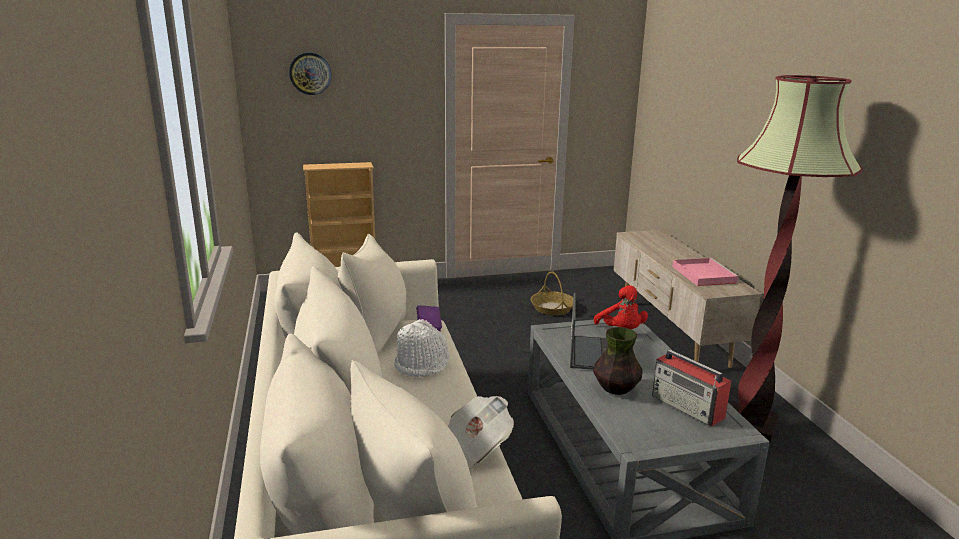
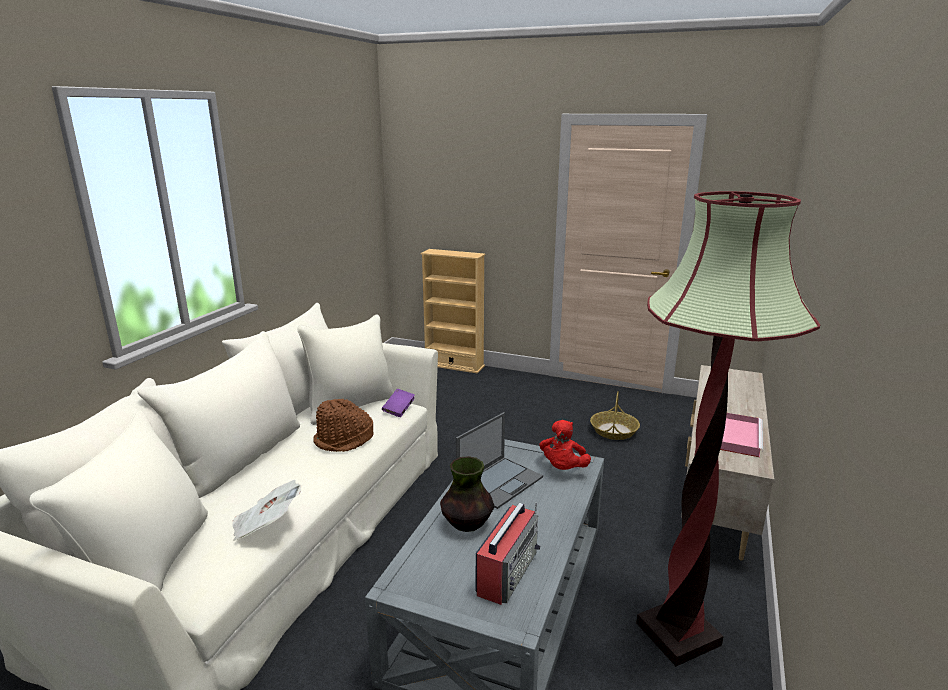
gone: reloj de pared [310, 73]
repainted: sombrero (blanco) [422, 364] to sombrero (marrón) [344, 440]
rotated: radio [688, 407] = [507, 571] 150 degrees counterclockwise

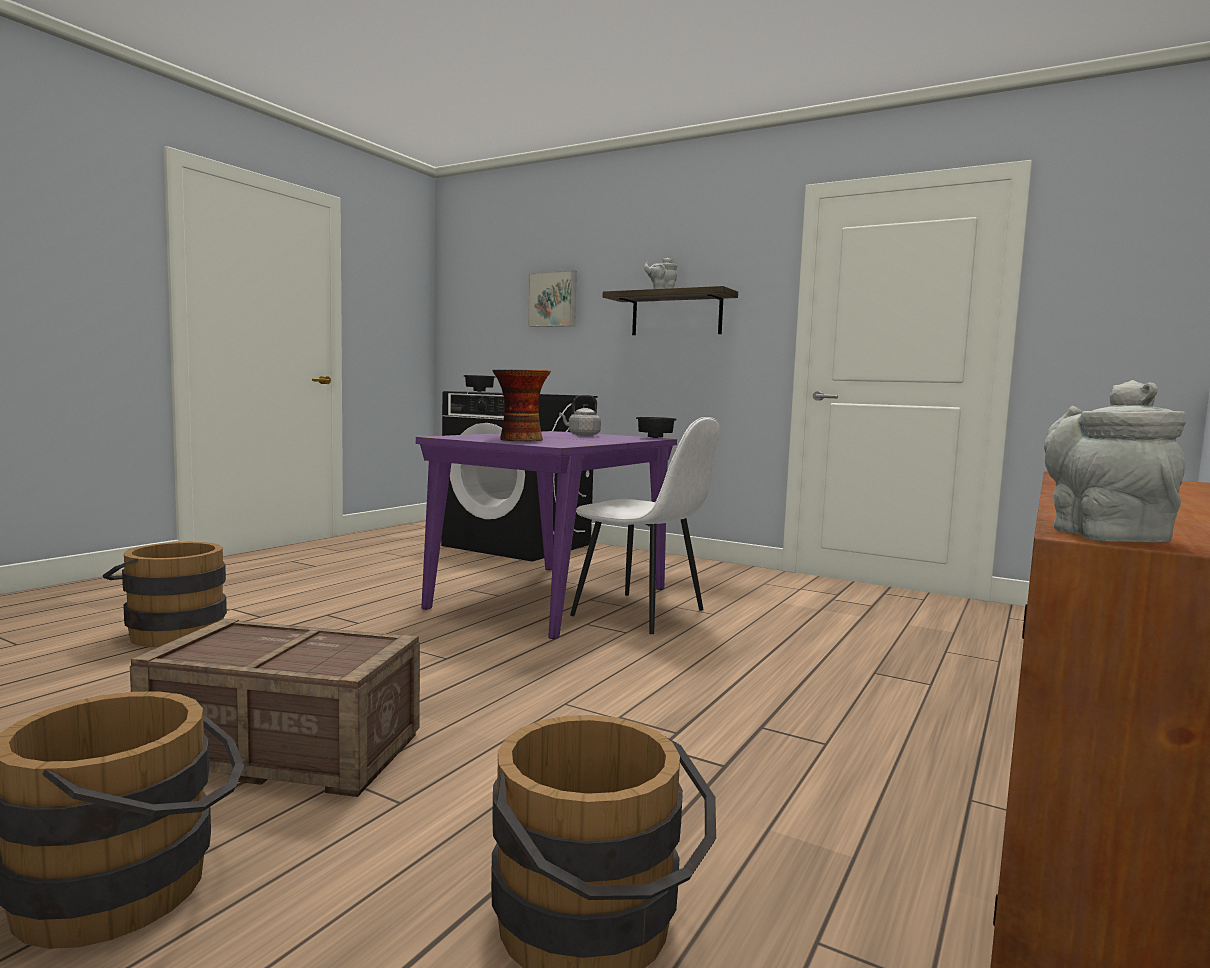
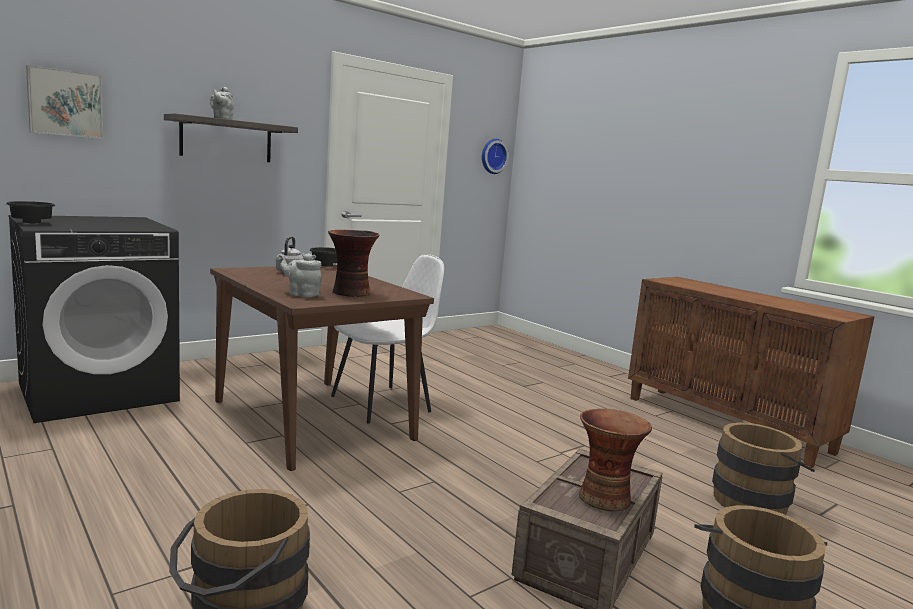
new: reloj de pared [492, 156]; florero [604, 497]
shifted: tetera (gris) [1101, 534] to [302, 294]
repainted: mesa de comedor (morado) [552, 597] to mesa de comedor (marrón) [311, 419]

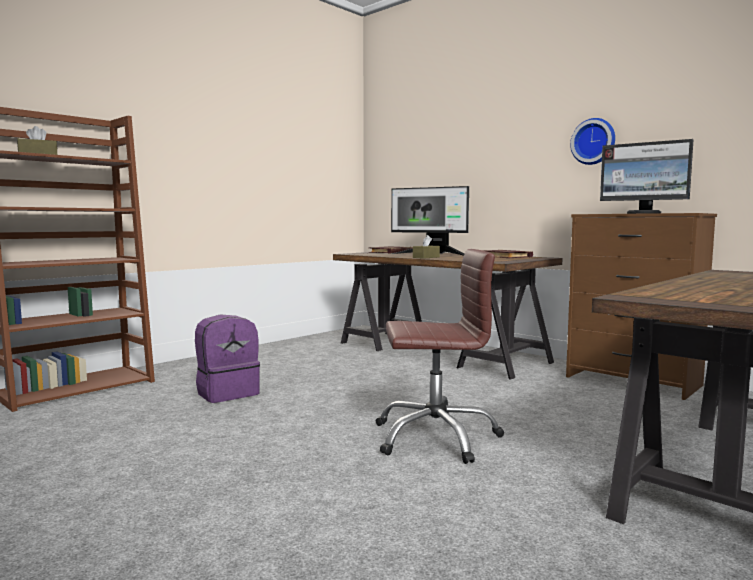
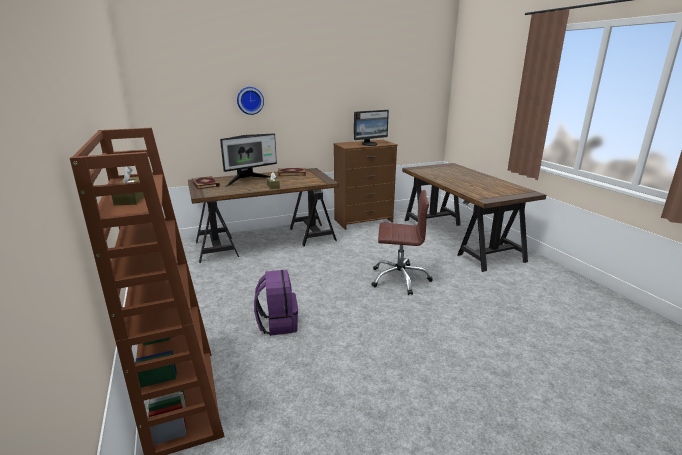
shifted: reloj de pared [594, 141] to [250, 100]
rotated: silla de oficina (marrón) [435, 437] = [399, 278] 75 degrees clockwise

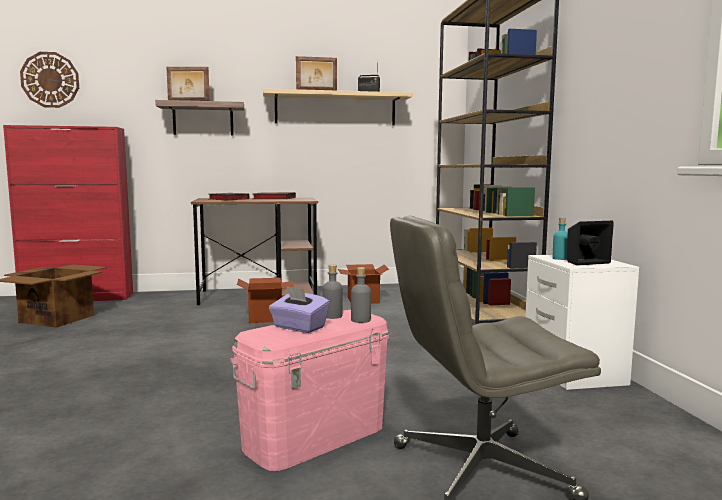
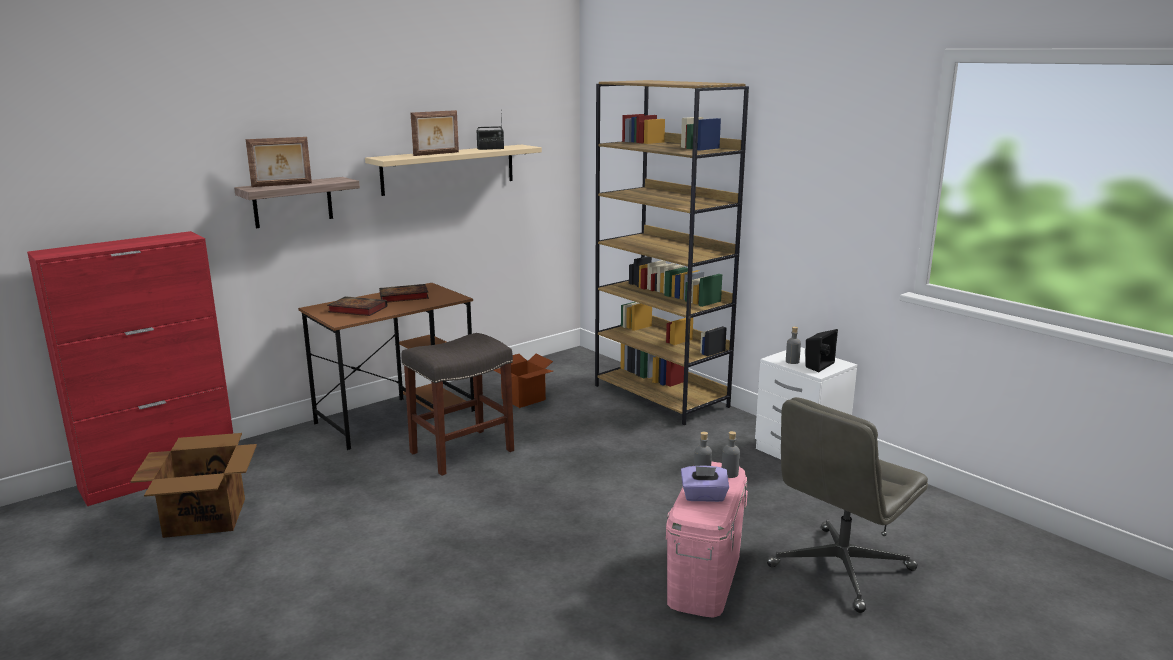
gone: reloj de pared [50, 80]
swapped: caja de cartón [265, 318] to taburete (gris) [461, 452]
repainted: botella (turquesa) [560, 258] to botella (gris) [792, 361]

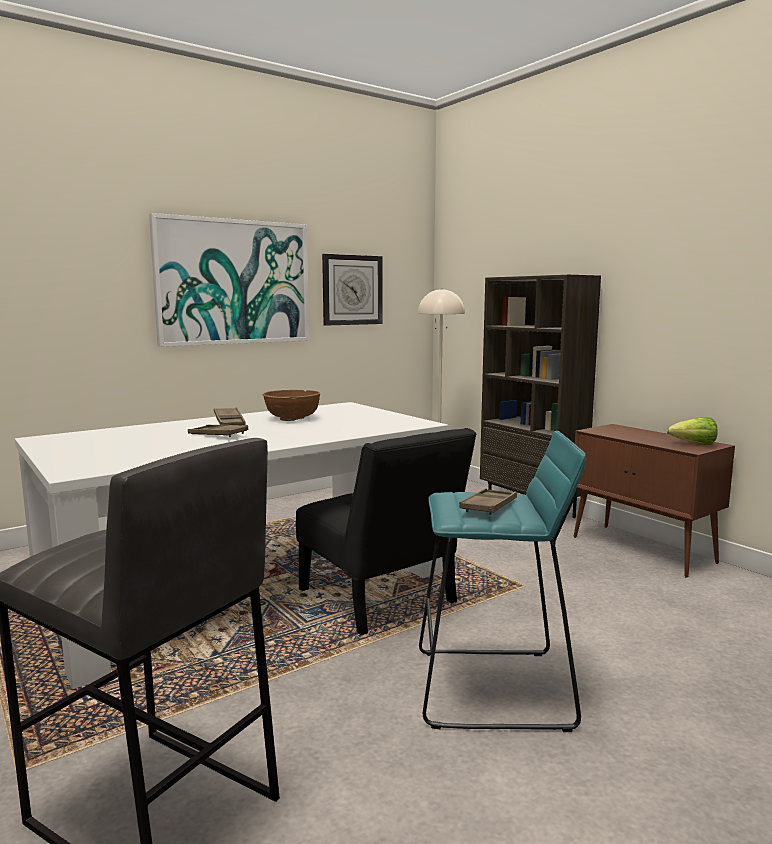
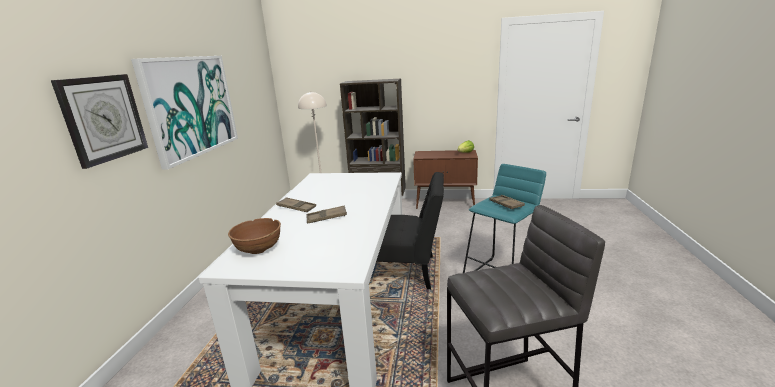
shifted: reloj de pared [352, 290] to [103, 118]; cuenco (marrón) [292, 419] to [258, 248]

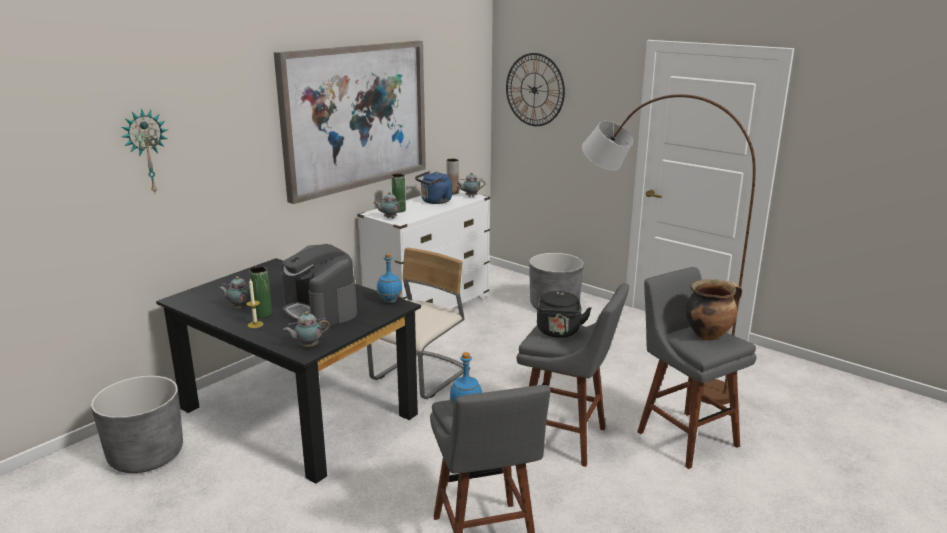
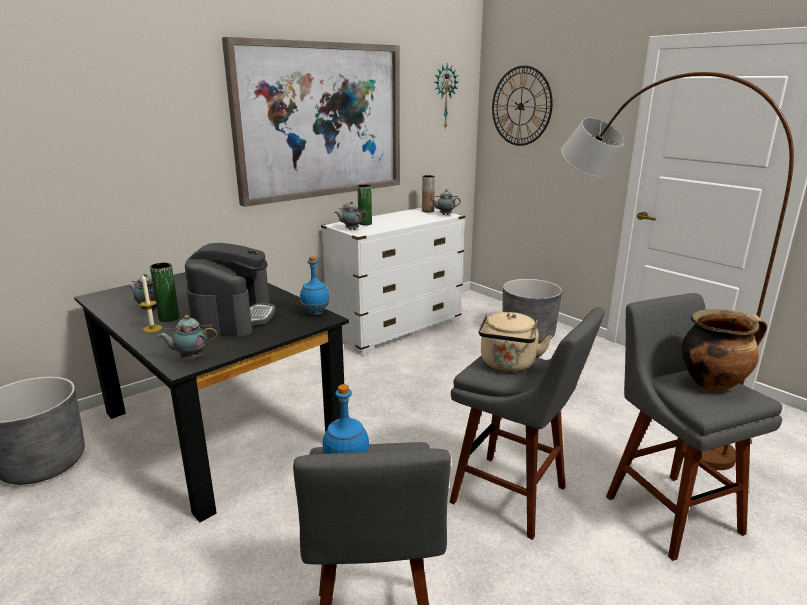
gone: hervidor (azul) [434, 201]; silla (beis) [421, 376]
shifted: reloj de pared [146, 151] to [444, 96]
repainted: hervidor (negro) [558, 332] to hervidor (beis) [508, 365]
rotated: cafetera [320, 310] = [234, 317] 150 degrees counterclockwise

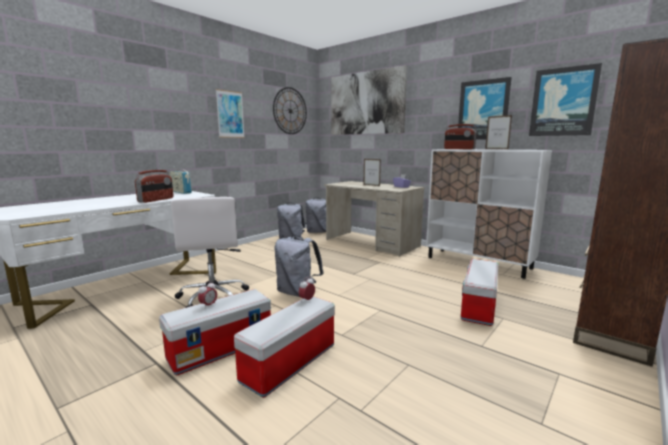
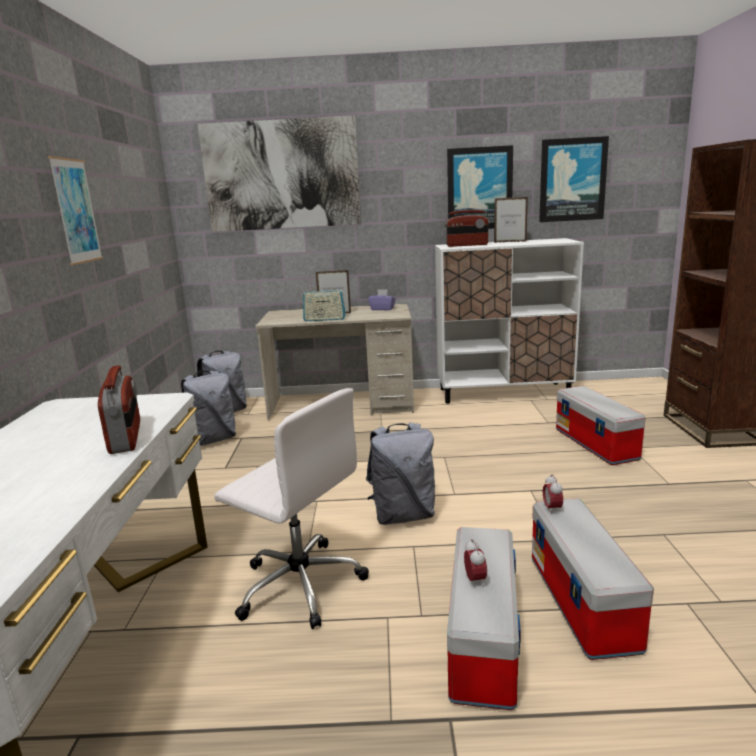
gone: reloj de pared [290, 111]
shifted: radio [181, 192] to [324, 319]

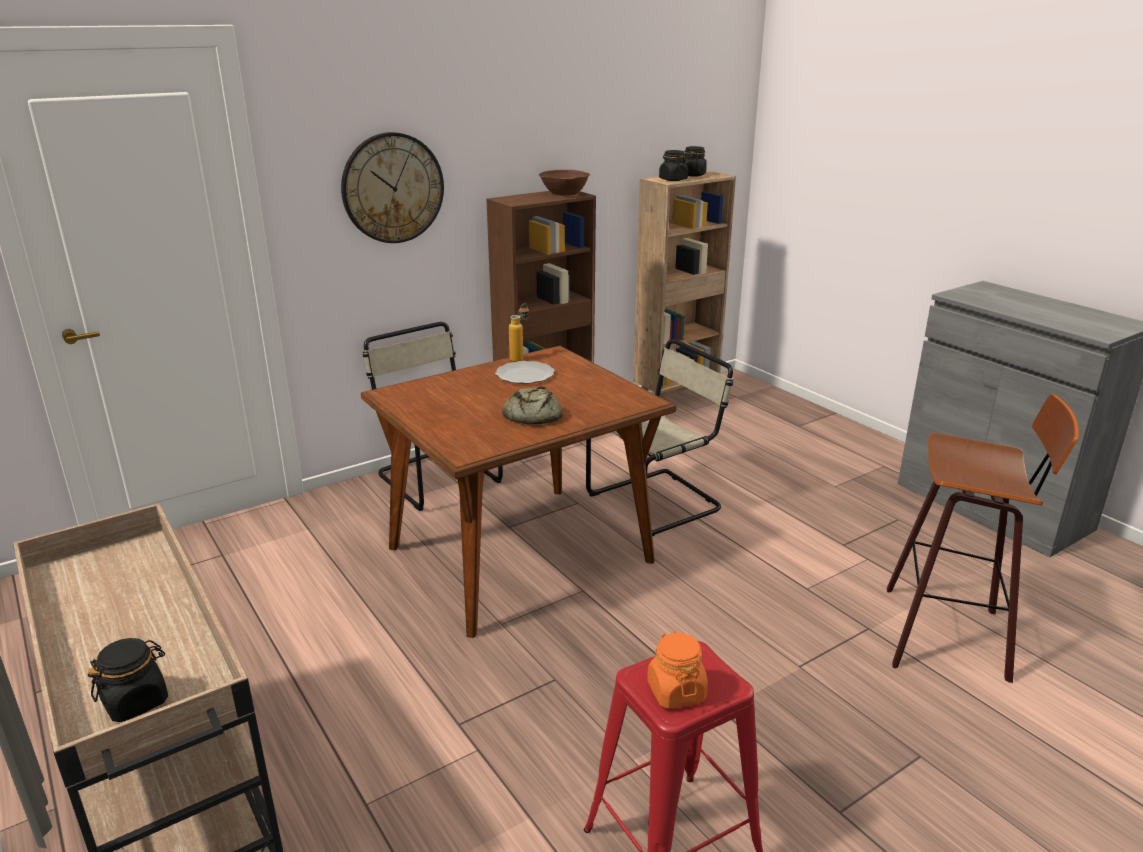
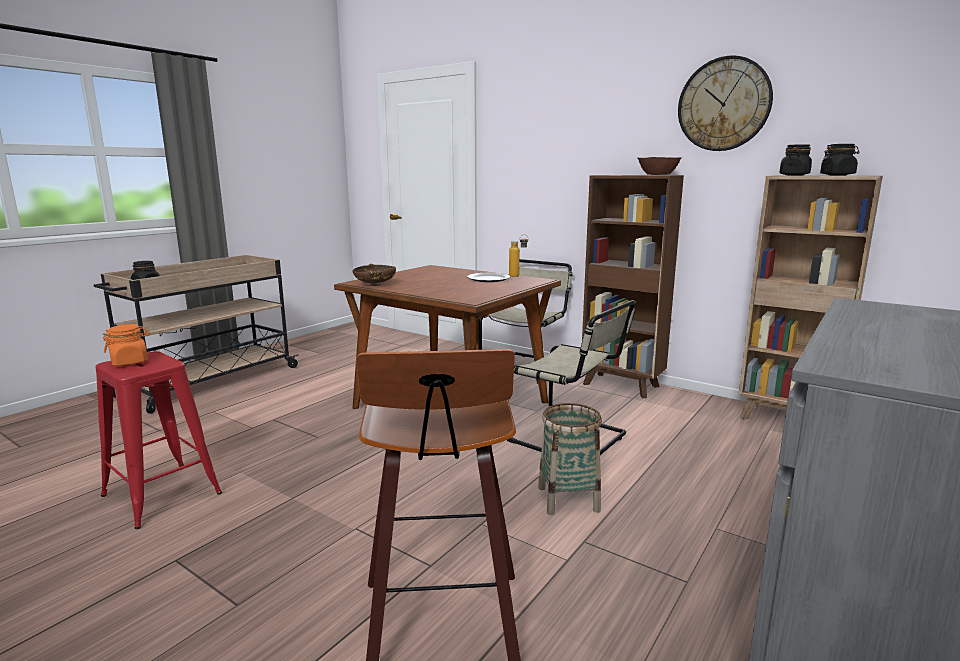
gone: pan [531, 415]
new: cuenco (marrón) [375, 285]; cesta [568, 499]
shifted: reloj de pared [392, 188] to [724, 104]

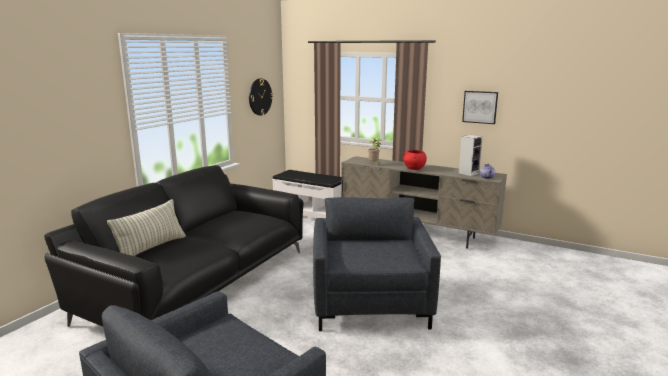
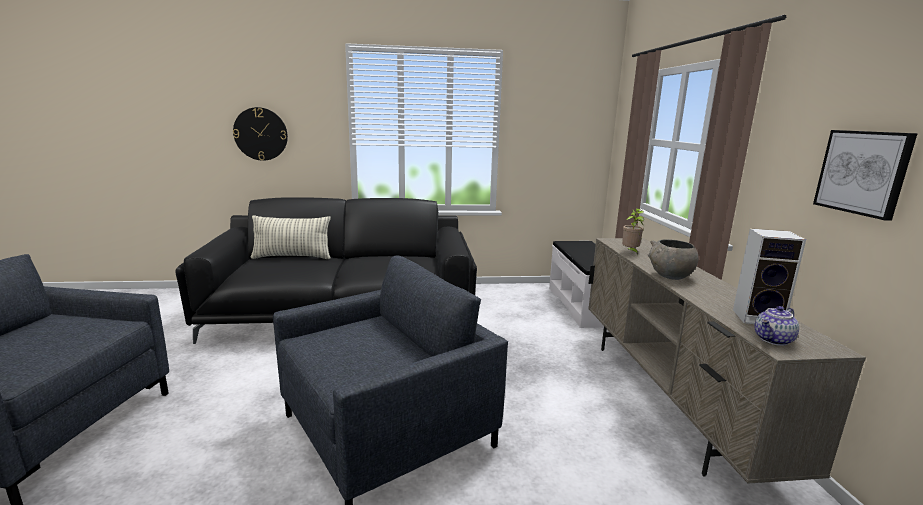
shifted: reloj de pared [260, 97] to [261, 134]
repainted: cuenco (rojo) [414, 169] to cuenco (gris) [670, 276]

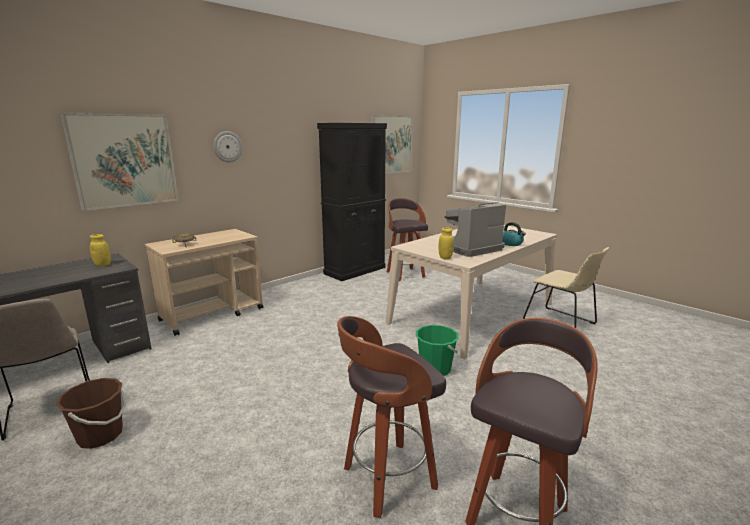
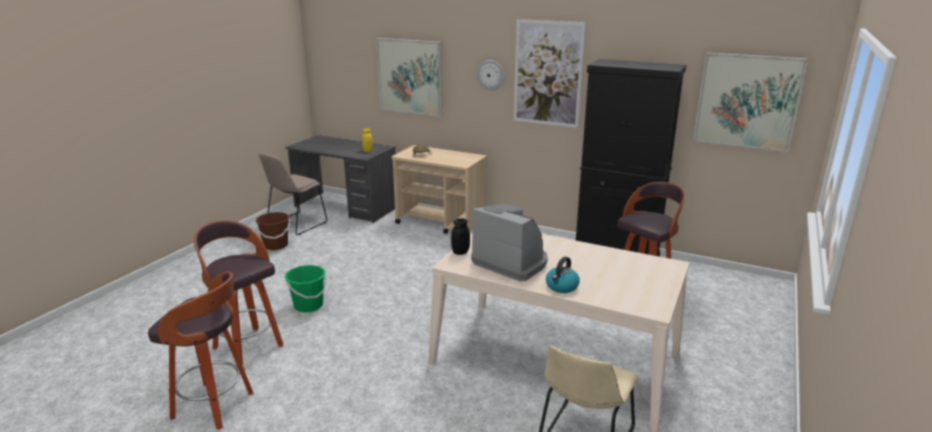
new: cuadro [548, 73]
shifted: cubo (verde) [435, 369] to [308, 305]
repainted: tarro (amarillo) [445, 258] to tarro (negro) [460, 252]

